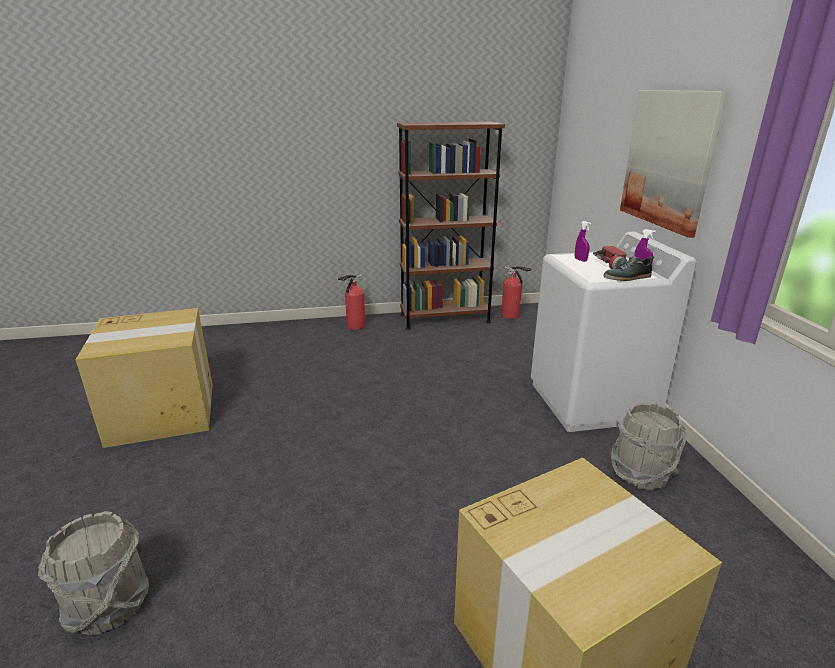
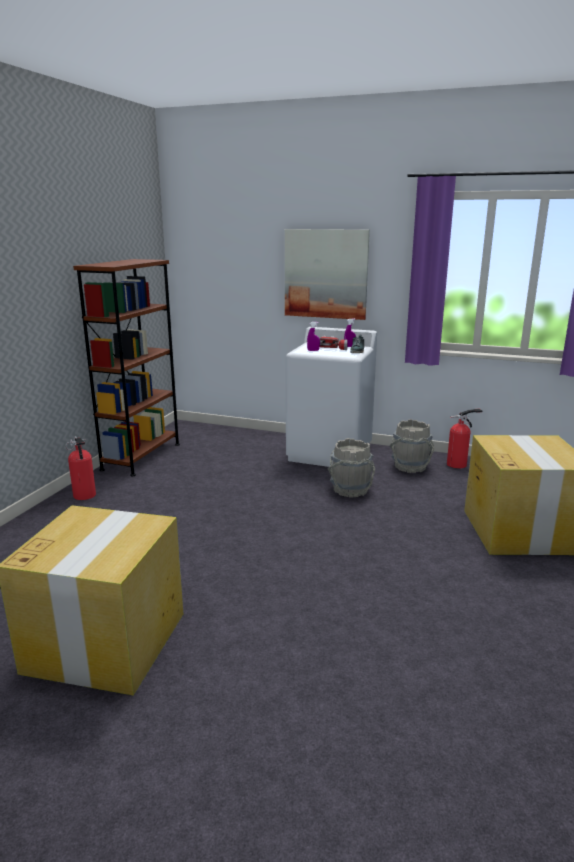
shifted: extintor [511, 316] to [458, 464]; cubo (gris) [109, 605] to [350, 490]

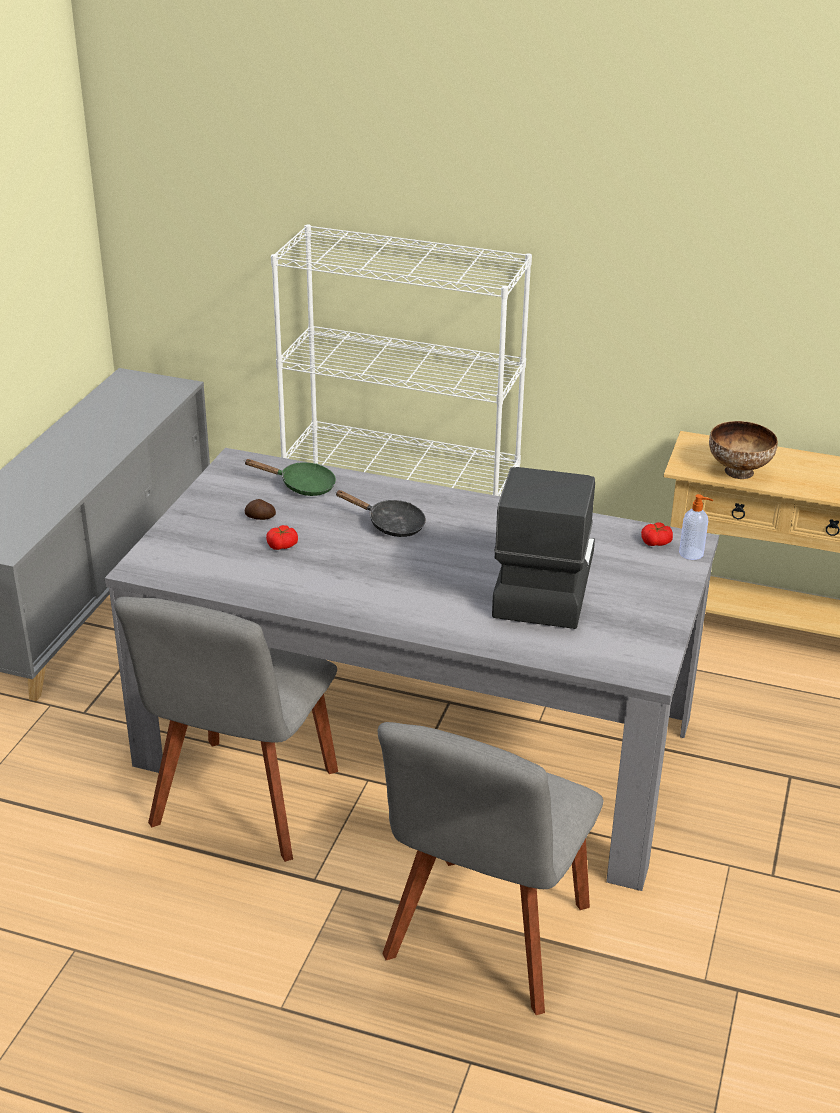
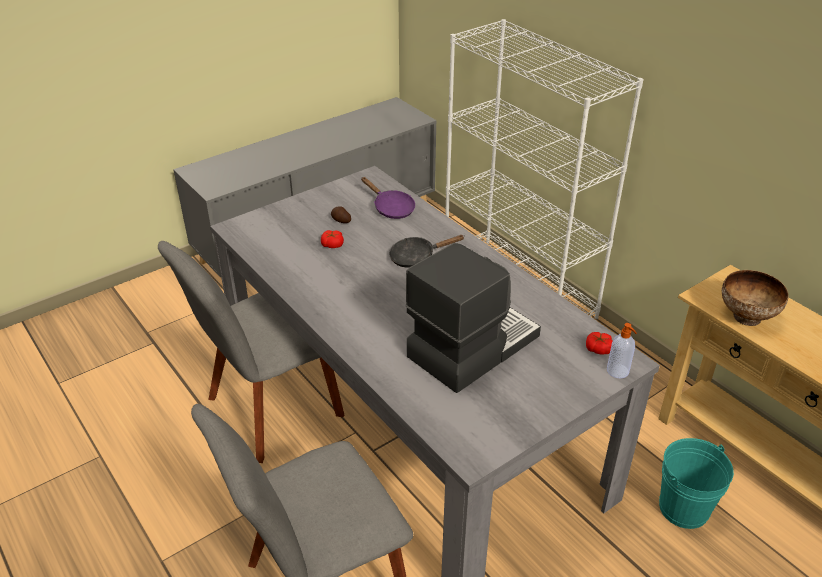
new: cubo (turquesa) [684, 508]
repainted: sartén (verde) [302, 486] to sartén (morado) [391, 208]
rotated: sartén (negro) [390, 524] = [416, 257] 105 degrees clockwise

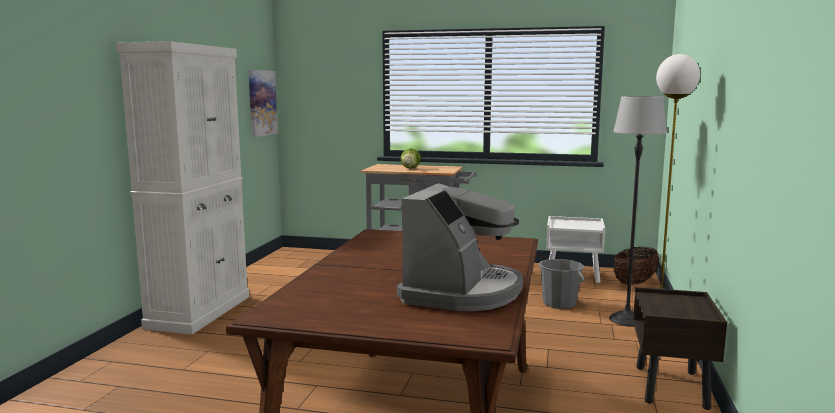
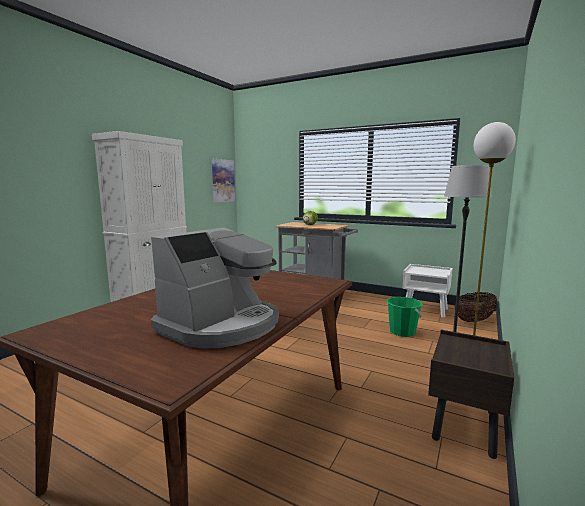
repainted: cubo (gris) [559, 304] to cubo (verde) [402, 332]

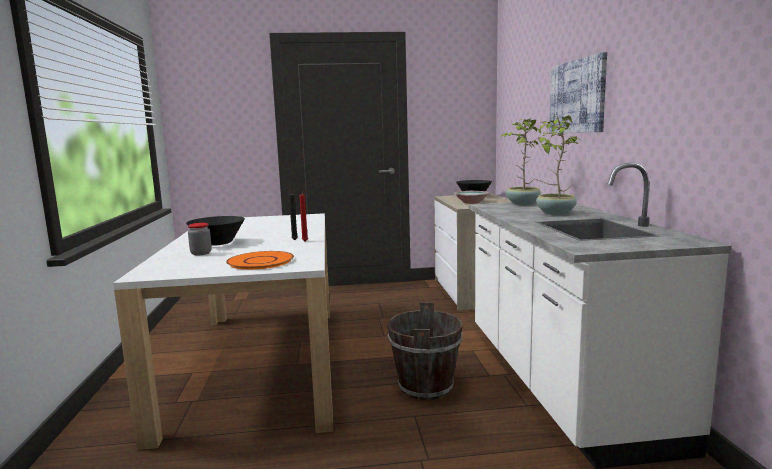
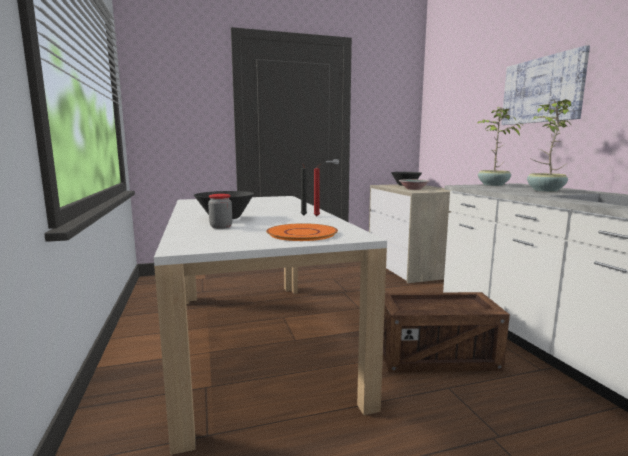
swapped: cubo (marrón) [426, 387] to caja de embalaje [436, 356]

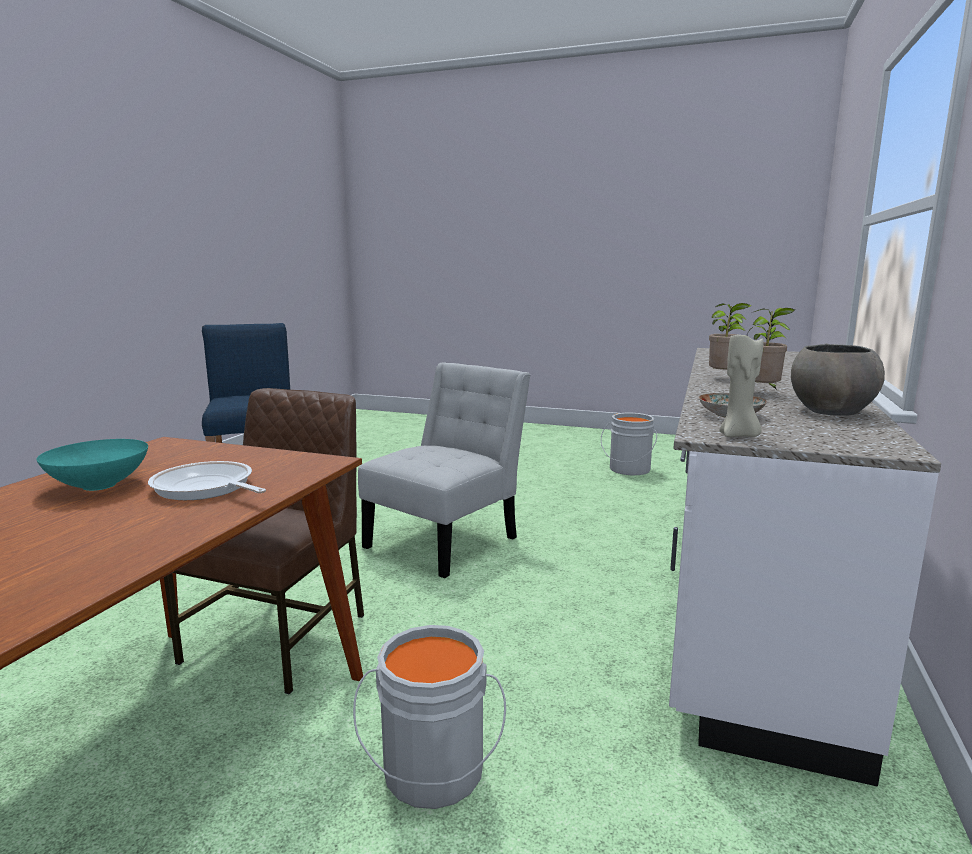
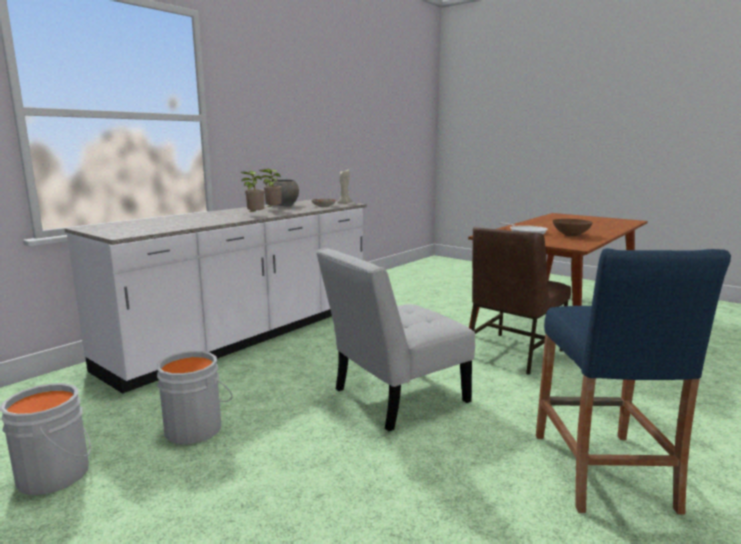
shifted: cubo (gris) [432, 774] to [196, 428]
repainted: cuenco (turquesa) [98, 485] to cuenco (marrón) [571, 235]

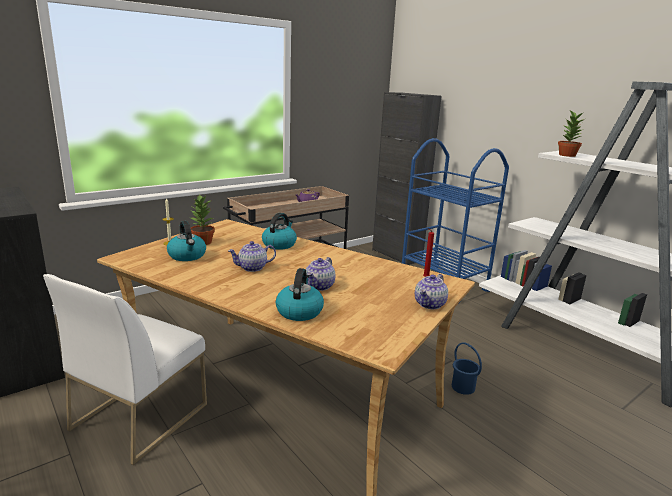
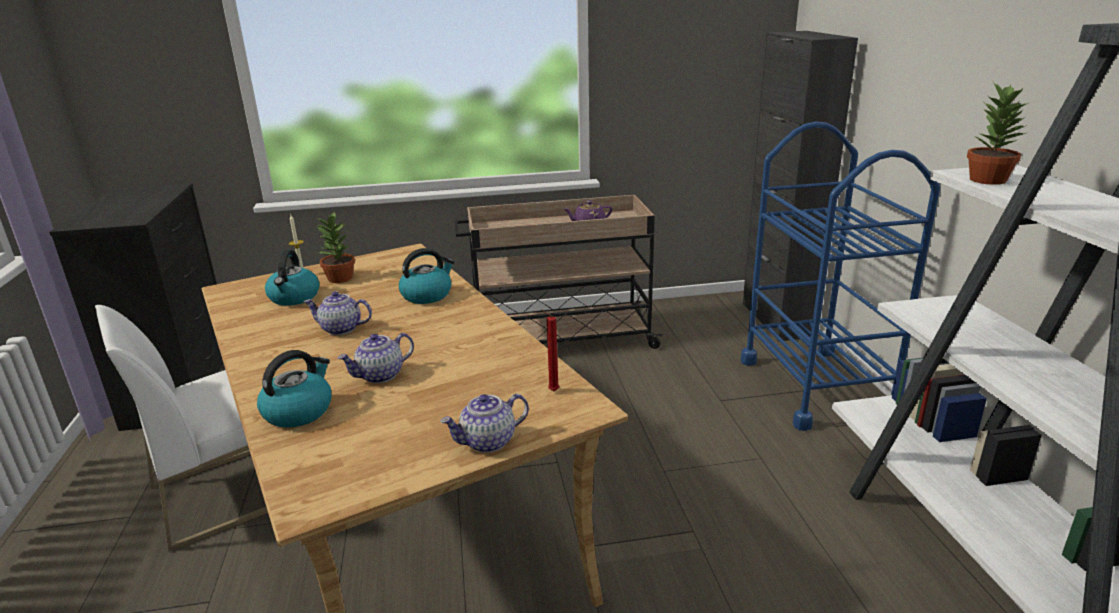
gone: cubo (azul) [463, 387]

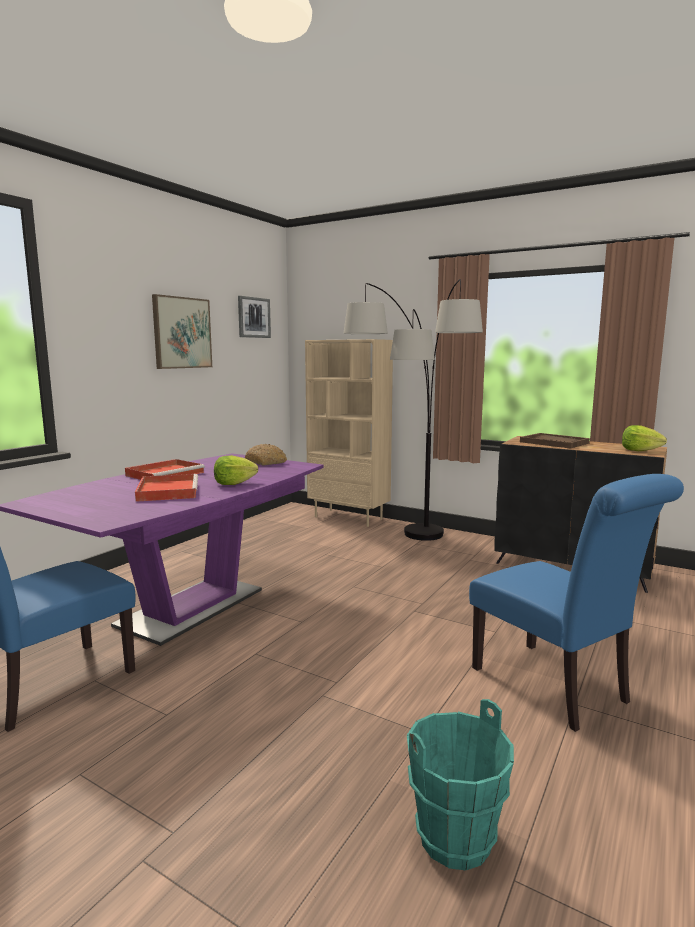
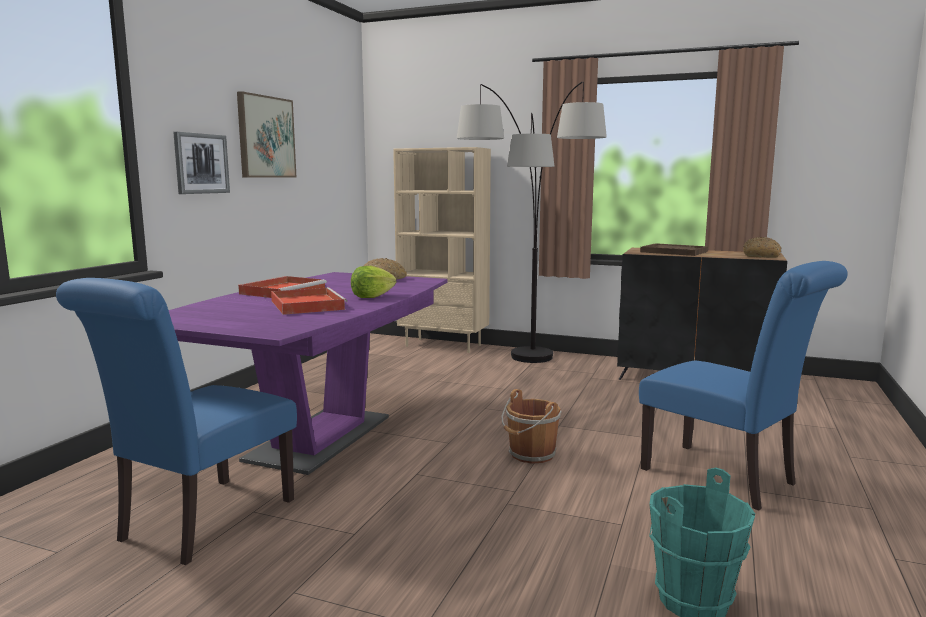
new: cubo (marrón) [530, 455]
shifted: cuadro [253, 317] to [201, 163]
swapped: lechuga [639, 450] to pan [760, 256]

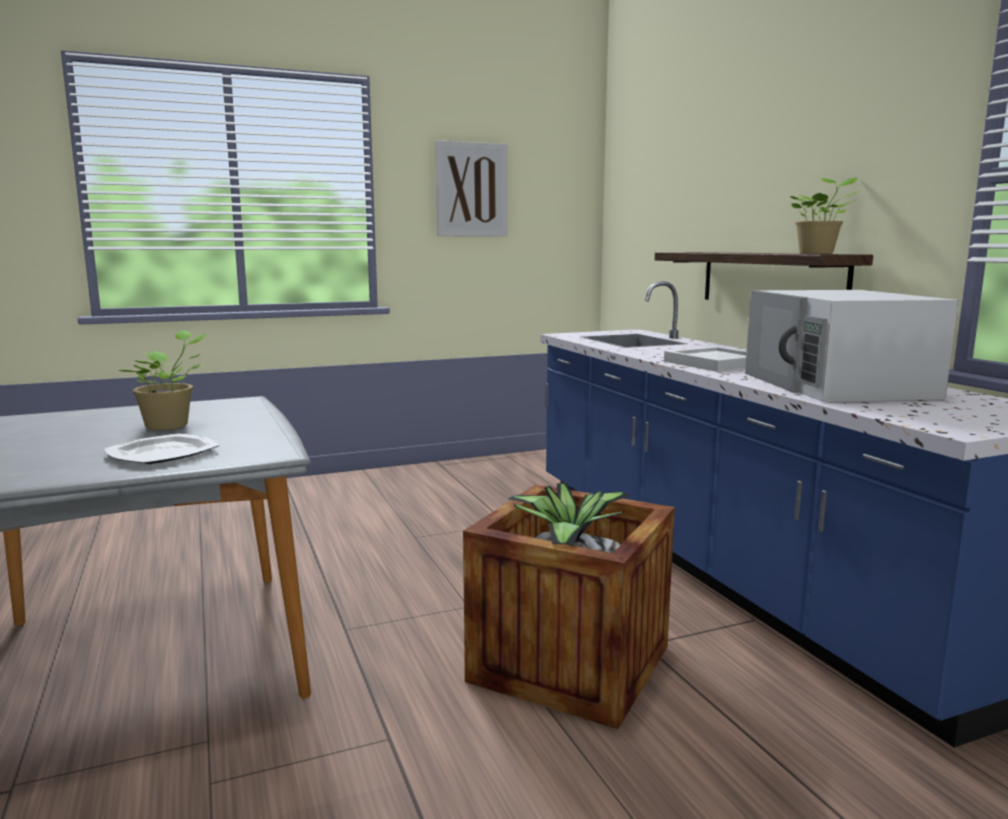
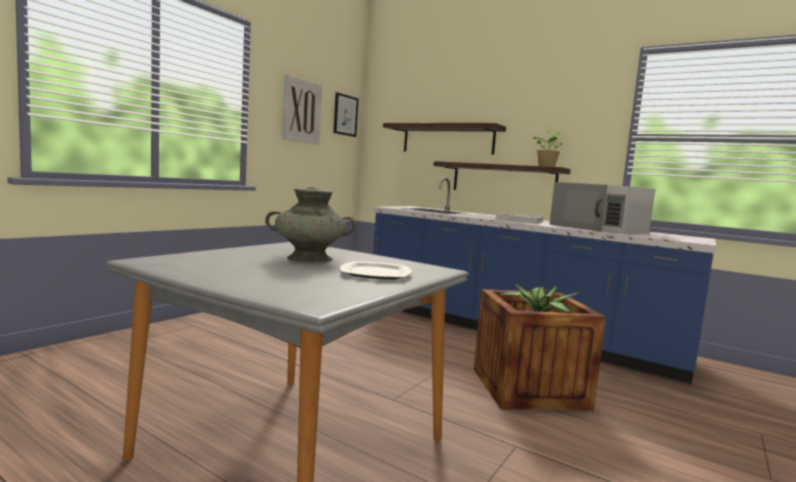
new: cuadro [345, 115]; estante [447, 139]
swapped: planta en maceta [170, 425] to florero (turquesa) [309, 259]

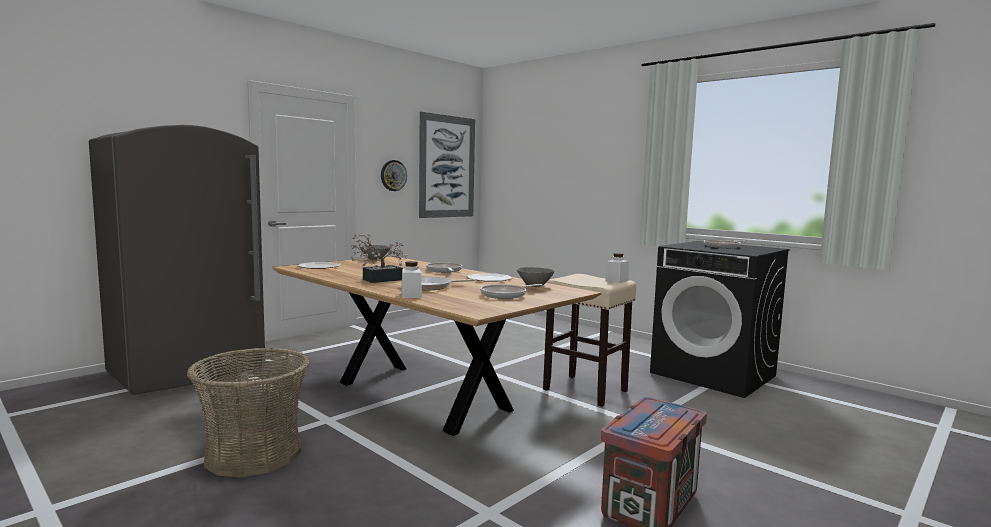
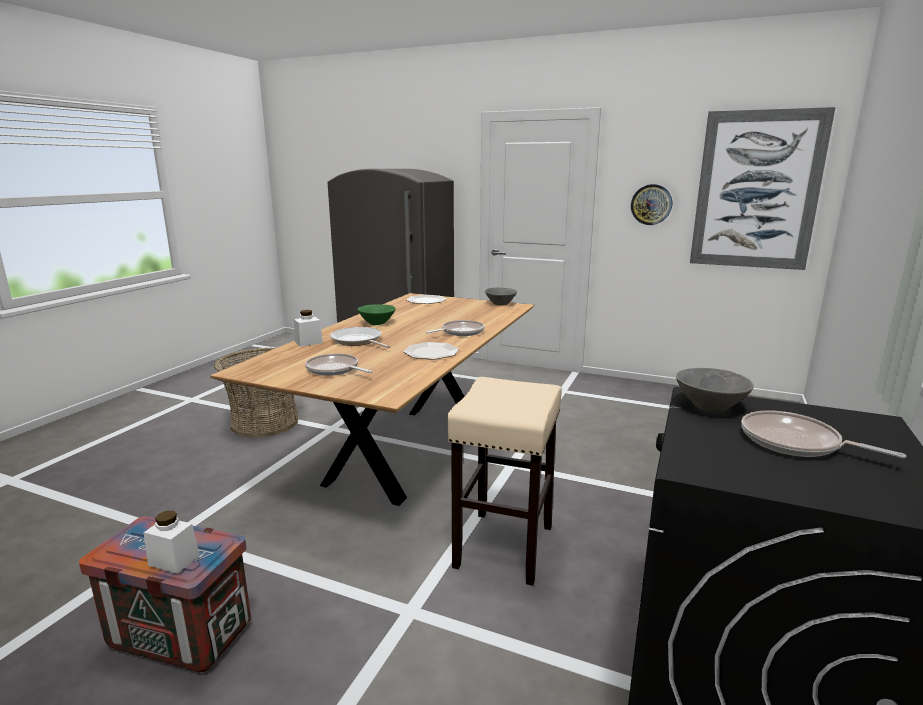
shifted: tarro (blanco) [616, 281] to [174, 560]; cuenco (gris) [534, 285] to [711, 407]
swapped: planta en maceta [378, 280] to cuenco (verde) [377, 323]

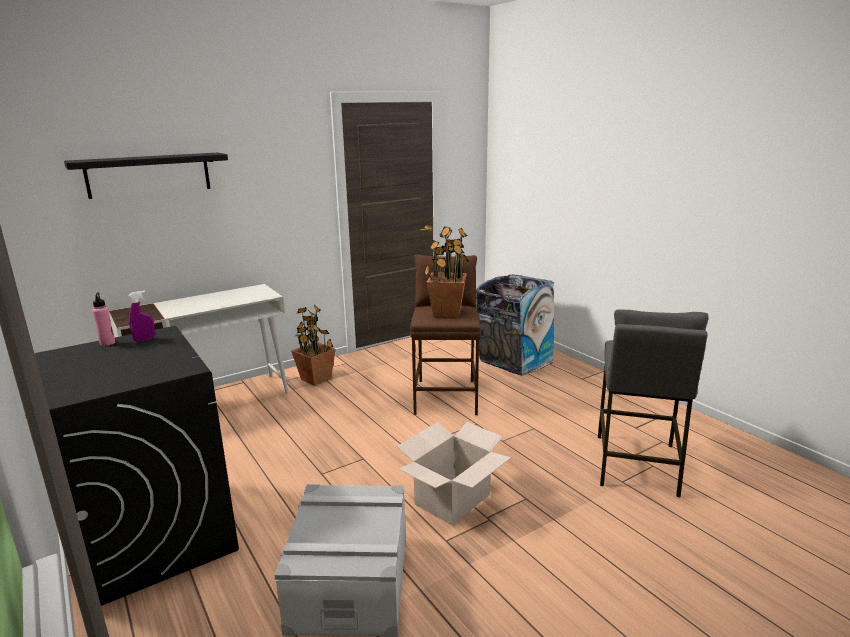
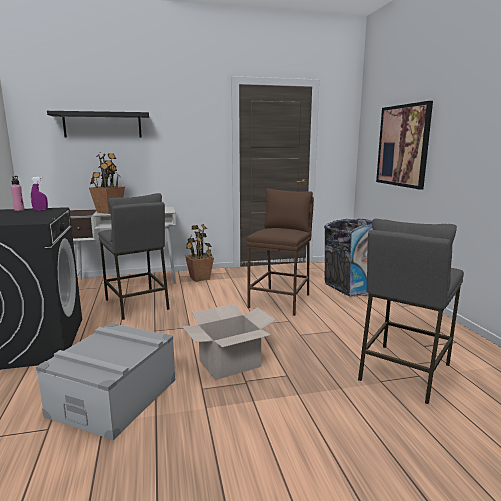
new: cuadro [403, 146]; taburete (gris) [137, 304]
shifted: planta en maceta [447, 313] to [109, 211]

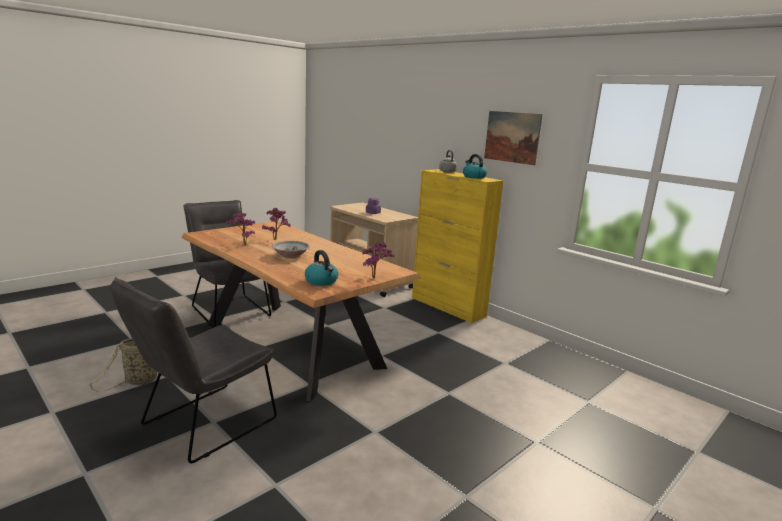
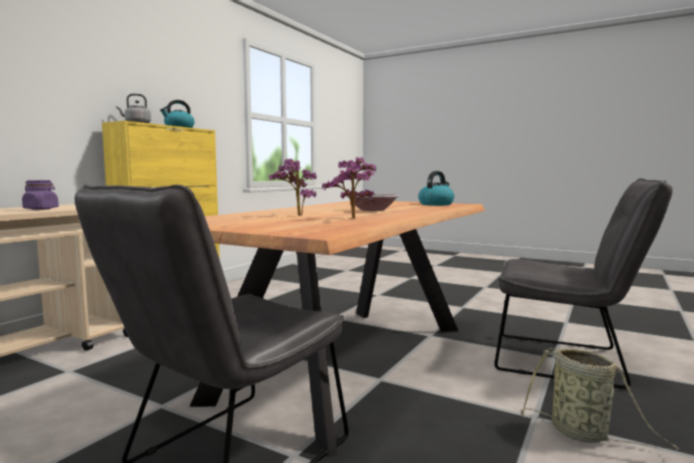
gone: cuadro [512, 137]; planta en maceta [375, 279]

